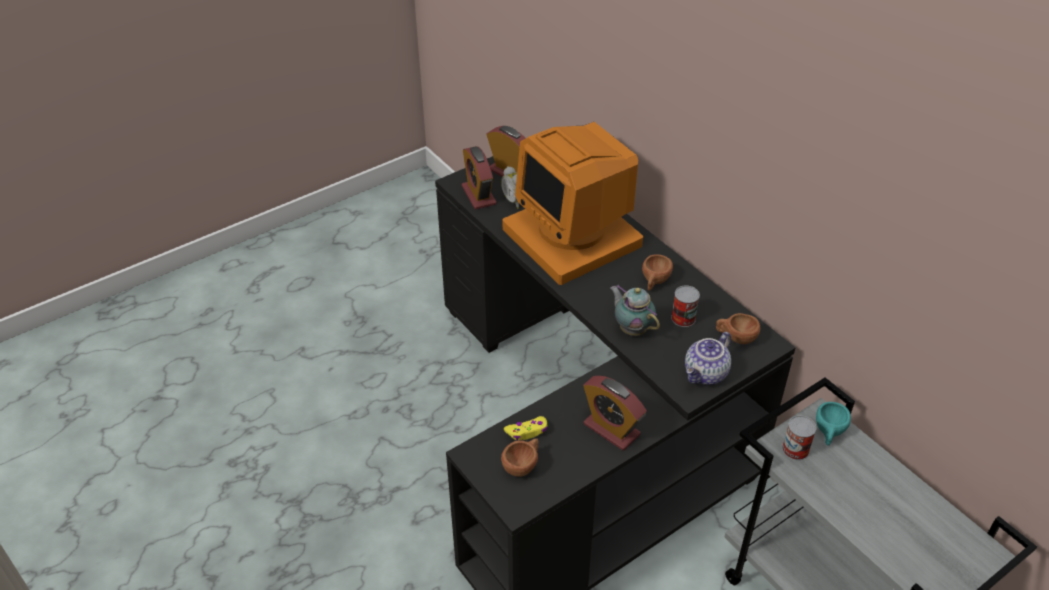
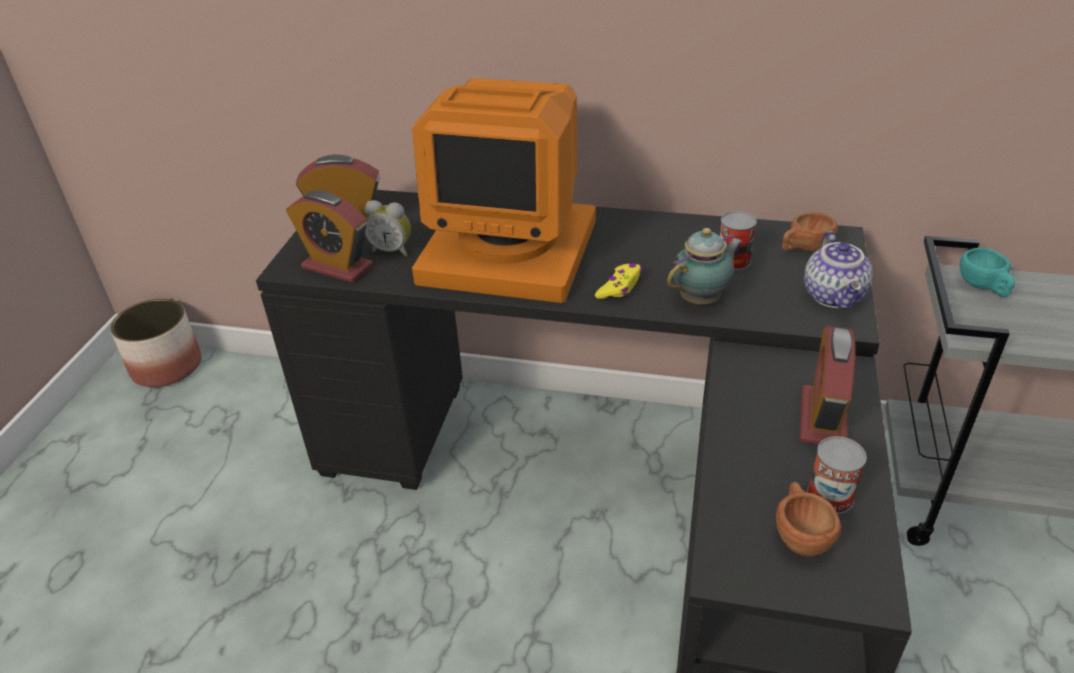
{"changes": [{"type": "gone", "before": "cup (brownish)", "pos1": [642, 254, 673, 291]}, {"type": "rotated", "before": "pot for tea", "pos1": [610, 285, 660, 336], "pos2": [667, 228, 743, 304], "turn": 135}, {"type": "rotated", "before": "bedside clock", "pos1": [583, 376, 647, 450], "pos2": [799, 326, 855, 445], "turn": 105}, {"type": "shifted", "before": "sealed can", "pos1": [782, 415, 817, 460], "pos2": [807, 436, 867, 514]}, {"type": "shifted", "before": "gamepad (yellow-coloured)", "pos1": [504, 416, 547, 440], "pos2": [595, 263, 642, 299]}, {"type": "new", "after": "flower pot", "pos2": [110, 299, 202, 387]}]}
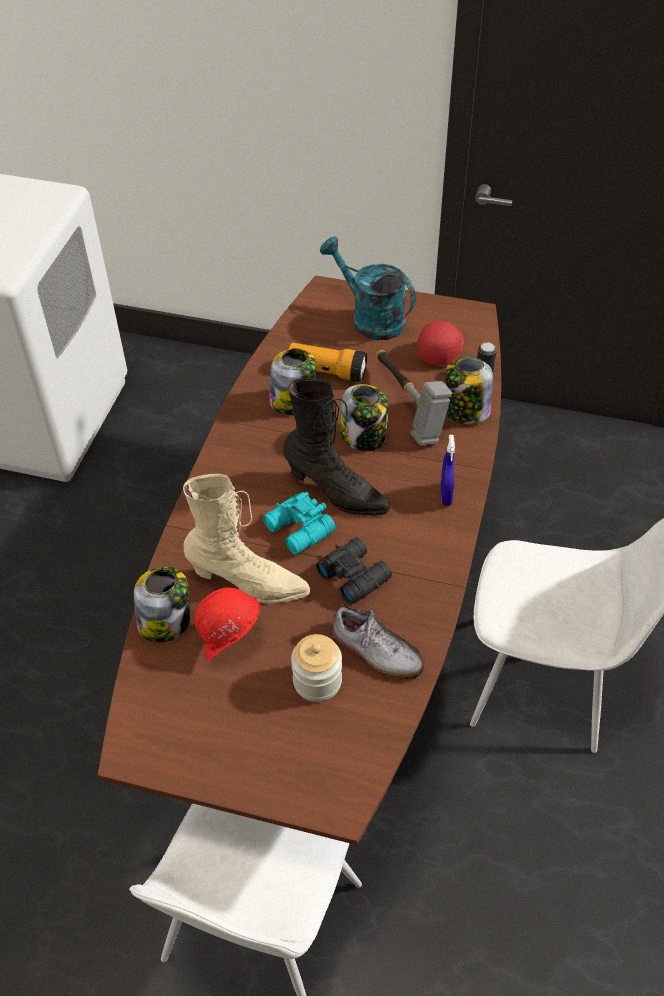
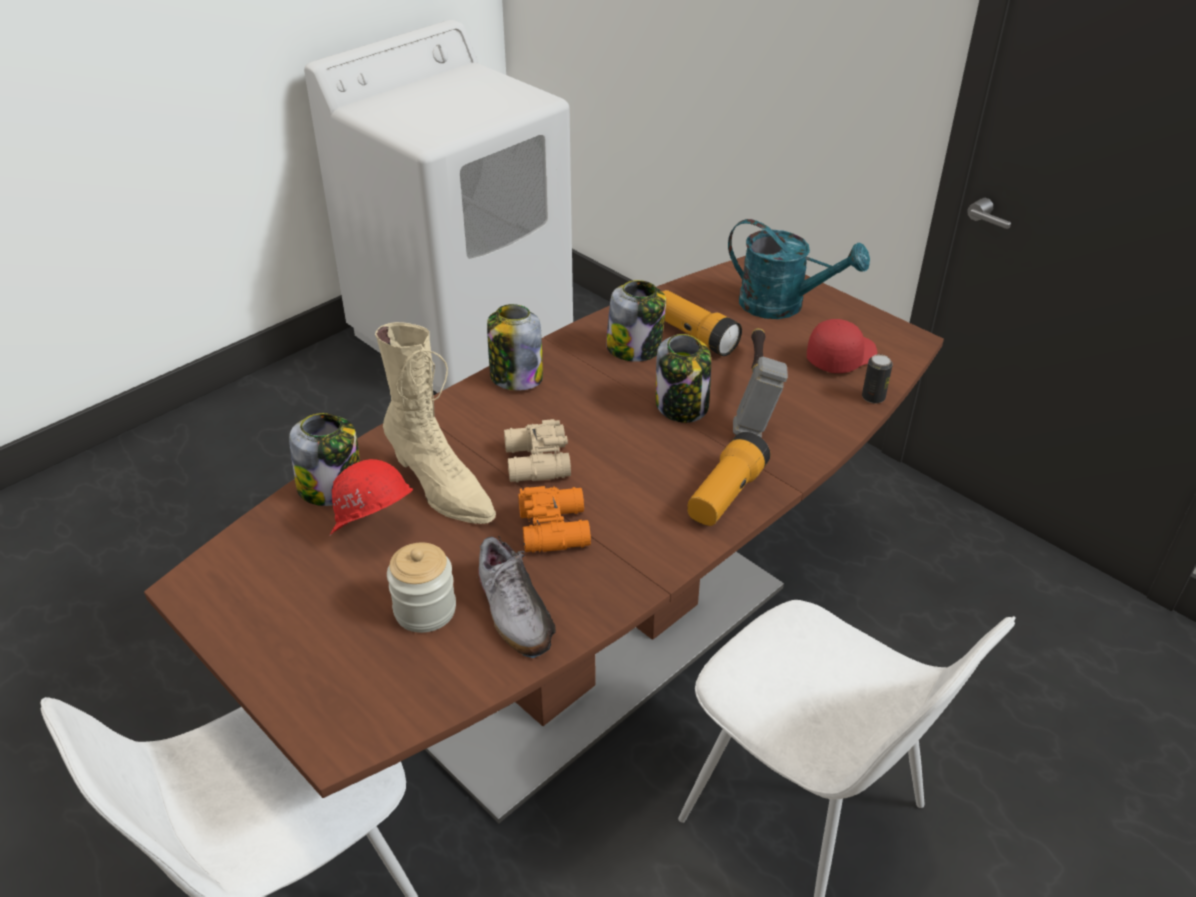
{"changes": [{"type": "rotated", "before": "watering can (turquoise)", "pos1": [320, 236, 416, 340], "pos2": [728, 219, 870, 319], "turn": 135}, {"type": "shifted", "before": "jar", "pos1": [445, 356, 493, 424], "pos2": [487, 304, 543, 391]}, {"type": "gone", "before": "boot (black)", "pos1": [283, 378, 390, 516]}, {"type": "swapped", "before": "hand sprayer (bluish)", "after": "hand torch", "pos1": [441, 435, 455, 506], "pos2": [687, 432, 770, 526]}, {"type": "repainted", "before": "field glasses (turquoise)", "after": "field glasses (sand-coloured)", "pos1": [263, 492, 336, 555], "pos2": [504, 419, 571, 483]}, {"type": "repainted", "before": "field glasses (black)", "after": "field glasses (orange)", "pos1": [316, 538, 392, 604], "pos2": [518, 486, 591, 553]}]}
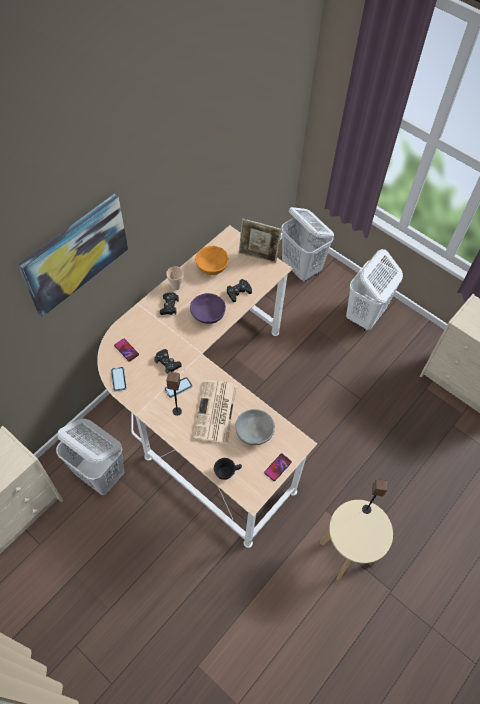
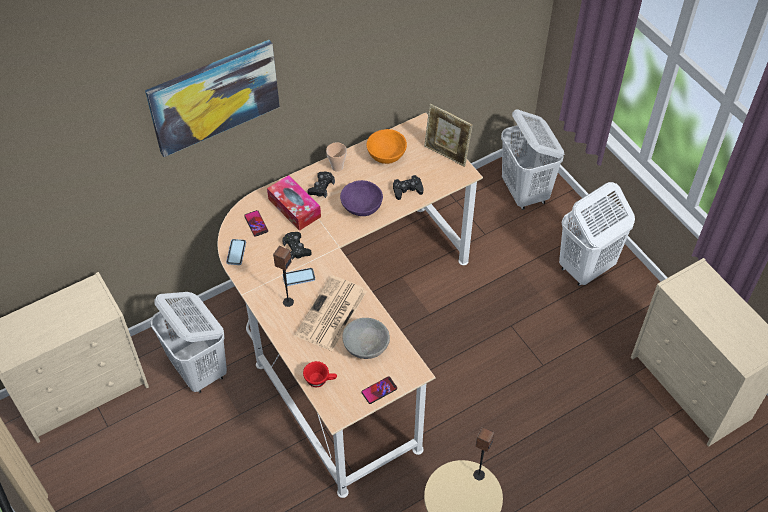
{"changes": [{"type": "repainted", "before": "cup (black)", "after": "cup (red-coloured)", "pos1": [214, 458, 242, 480], "pos2": [303, 361, 337, 387]}, {"type": "new", "after": "tissue holder", "pos2": [267, 175, 321, 231]}]}
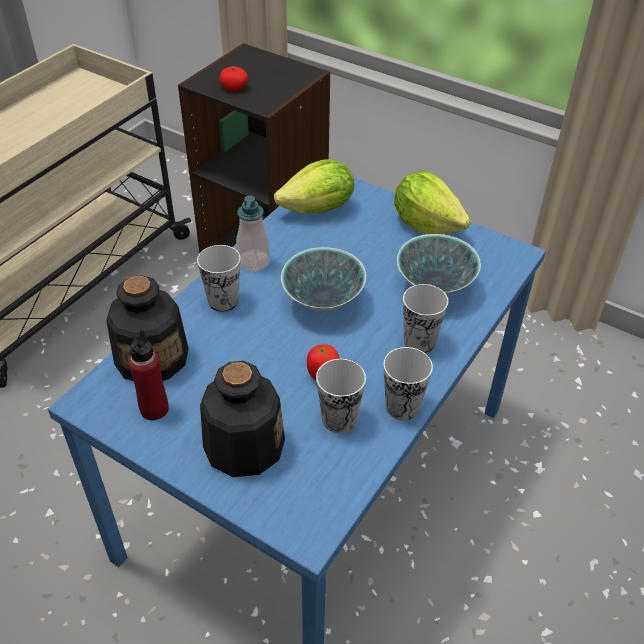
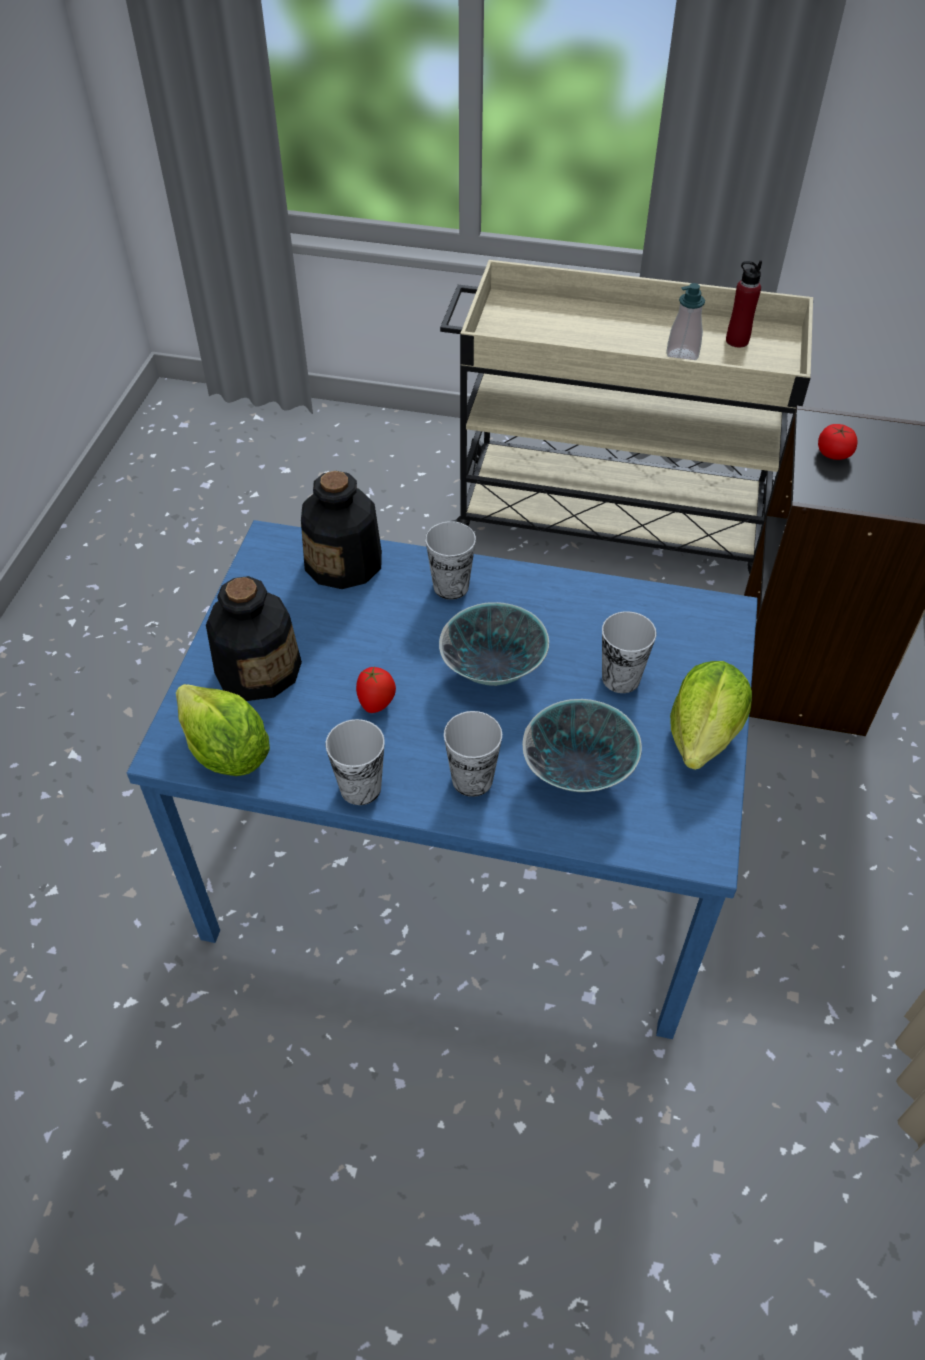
{"changes": [{"type": "shifted", "before": "lettuce", "pos1": [274, 159, 354, 213], "pos2": [176, 684, 270, 776]}, {"type": "shifted", "before": "soap bottle", "pos1": [236, 196, 270, 272], "pos2": [666, 283, 705, 360]}, {"type": "shifted", "before": "bottle (red-coloured)", "pos1": [128, 330, 169, 420], "pos2": [726, 261, 762, 347]}, {"type": "shifted", "before": "cup", "pos1": [316, 359, 366, 433], "pos2": [602, 611, 657, 693]}]}
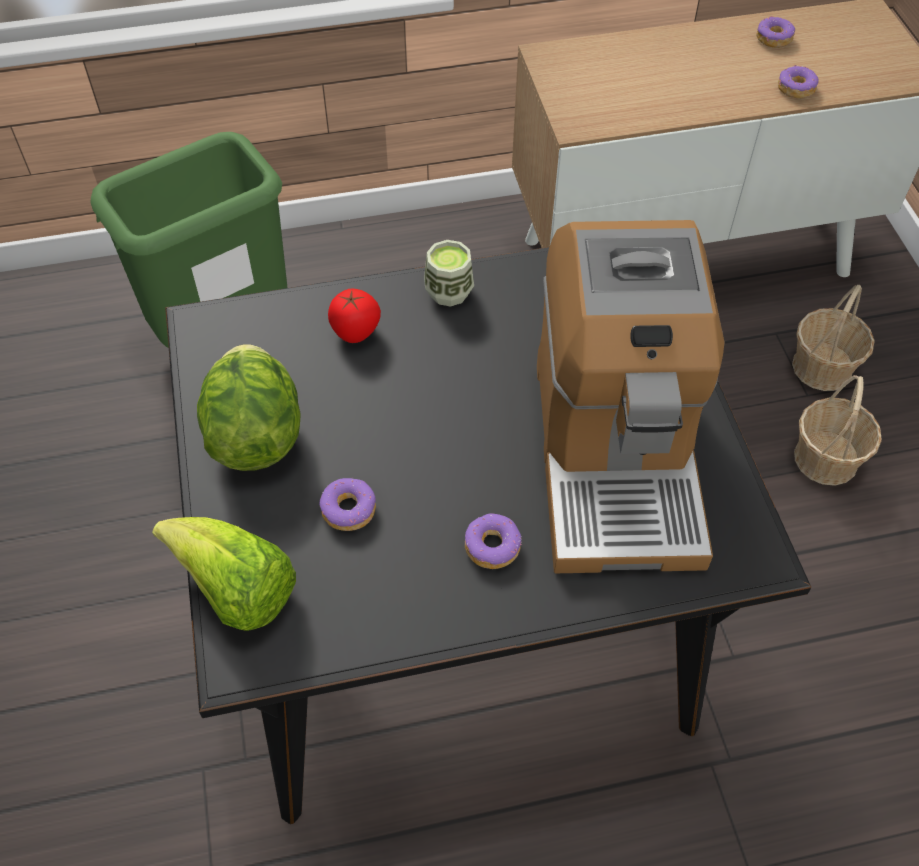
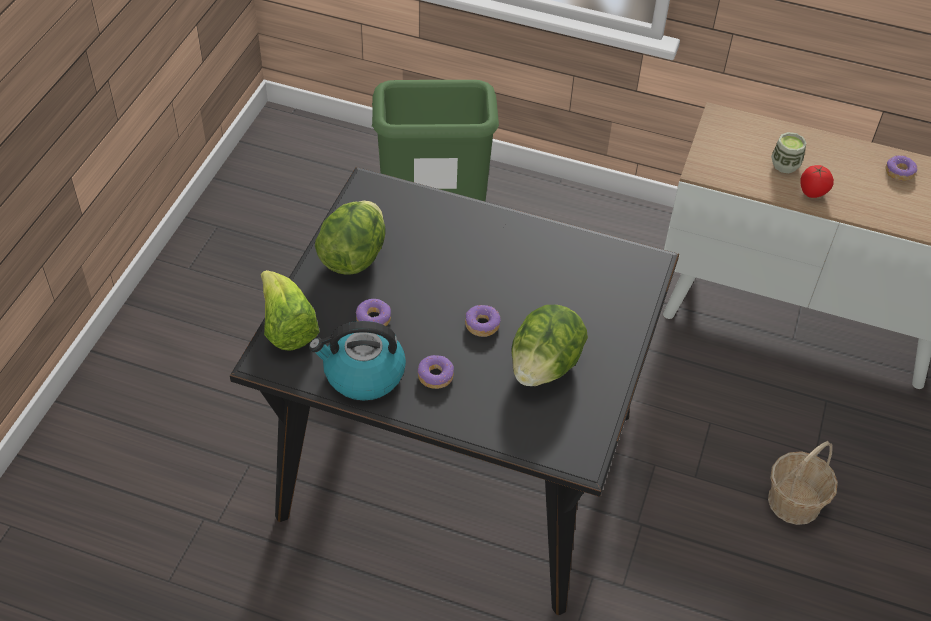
{"changes": [{"type": "shifted", "before": "doughnut", "pos1": [778, 65, 819, 99], "pos2": [465, 305, 501, 337]}, {"type": "swapped", "before": "coffee maker", "after": "lettuce", "pos1": [537, 220, 725, 573], "pos2": [511, 305, 588, 386]}, {"type": "shifted", "before": "cup", "pos1": [424, 240, 474, 307], "pos2": [771, 132, 806, 173]}, {"type": "gone", "before": "storage basket", "pos1": [792, 285, 874, 391]}, {"type": "shifted", "before": "whole tomato", "pos1": [328, 288, 381, 343], "pos2": [800, 165, 834, 198]}, {"type": "new", "after": "water kettle", "pos2": [309, 321, 406, 400]}]}
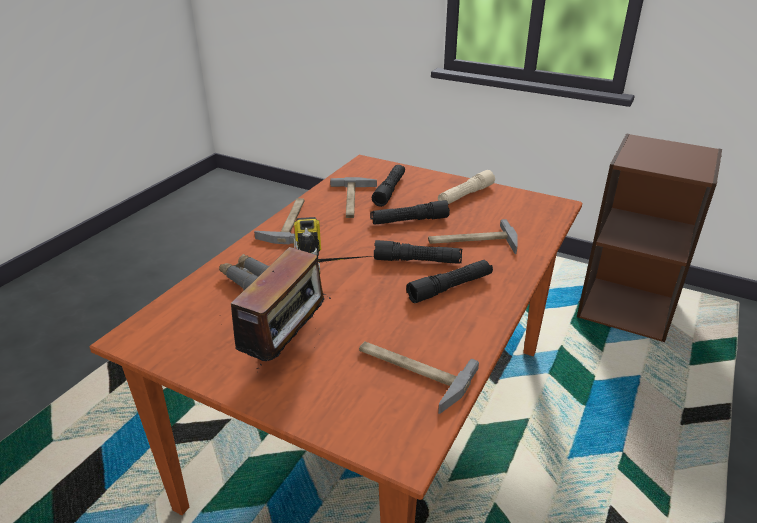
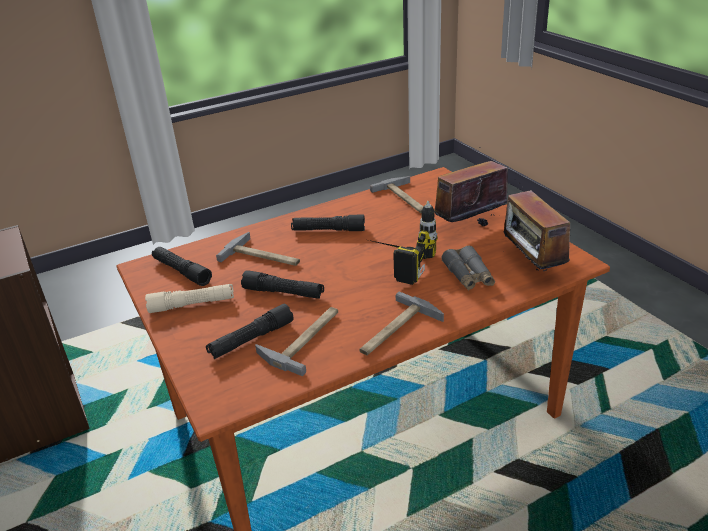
{"changes": [{"type": "shifted", "before": "hand torch (black)", "pos1": [374, 240, 462, 264], "pos2": [152, 247, 212, 286]}, {"type": "new", "after": "radio receiver", "pos2": [504, 190, 571, 273]}]}
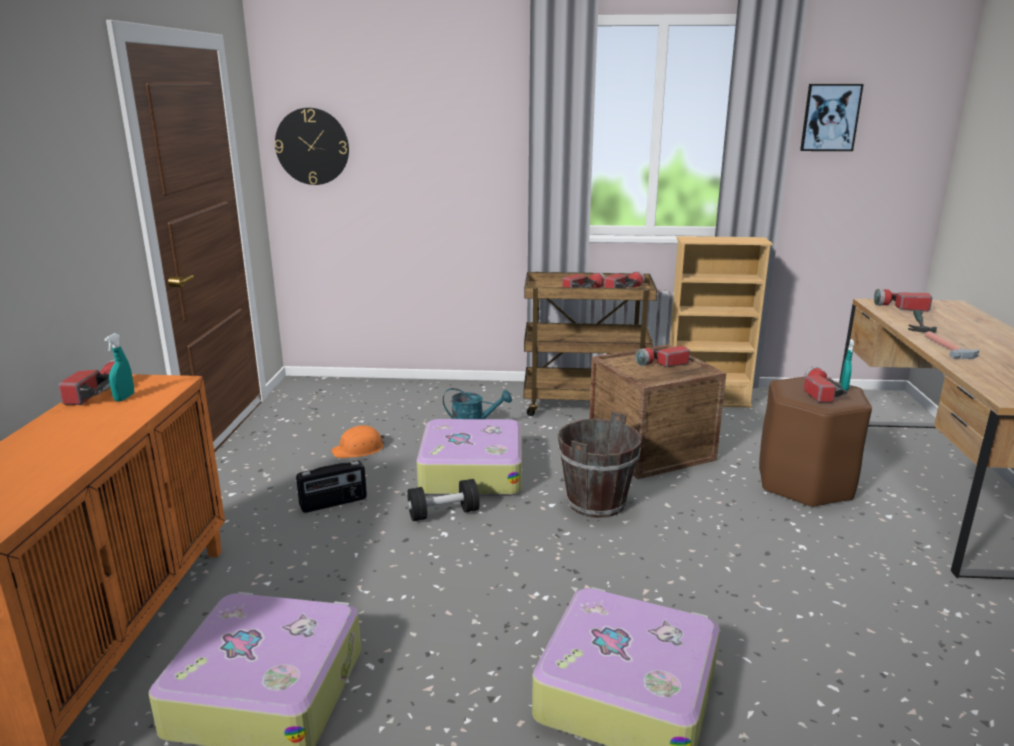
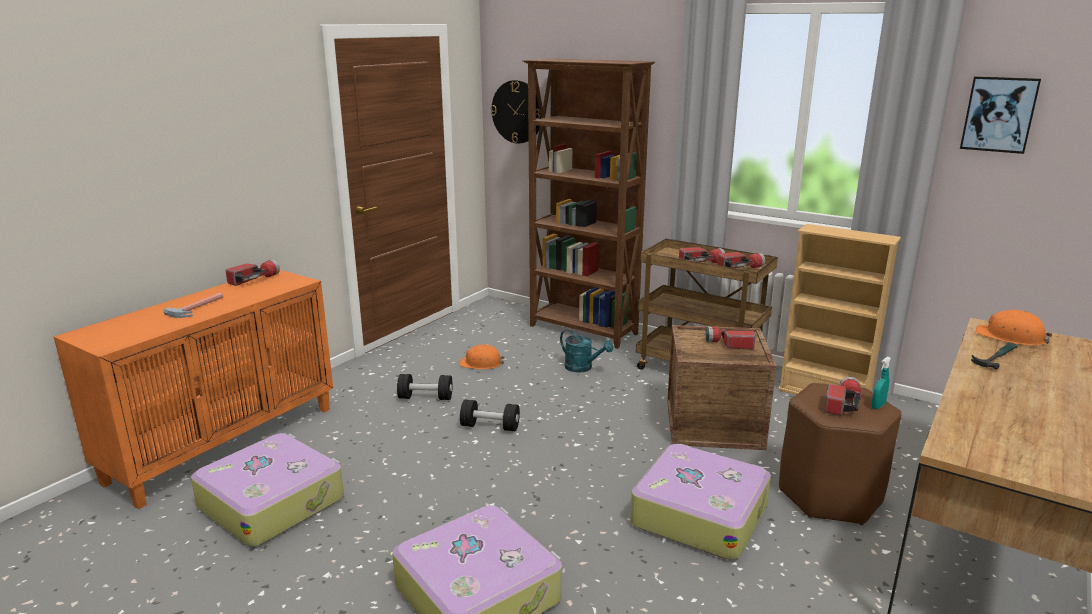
{"changes": [{"type": "swapped", "before": "hand torch", "after": "safety helmet (orange)", "pos1": [874, 289, 932, 312], "pos2": [976, 310, 1052, 346]}, {"type": "shifted", "before": "hammer", "pos1": [925, 331, 979, 359], "pos2": [163, 292, 223, 318]}, {"type": "gone", "before": "hand sprayer (turquoise)", "pos1": [104, 333, 134, 402]}, {"type": "gone", "before": "water bucket (brownish)", "pos1": [558, 411, 642, 518]}, {"type": "shifted", "before": "piece of luggage", "pos1": [417, 419, 522, 496], "pos2": [630, 444, 771, 560]}, {"type": "swapped", "before": "radio receiver", "after": "hand weight (black)", "pos1": [296, 460, 367, 513], "pos2": [397, 374, 453, 400]}, {"type": "new", "after": "bookcase (brownish)", "pos2": [523, 58, 655, 349]}]}
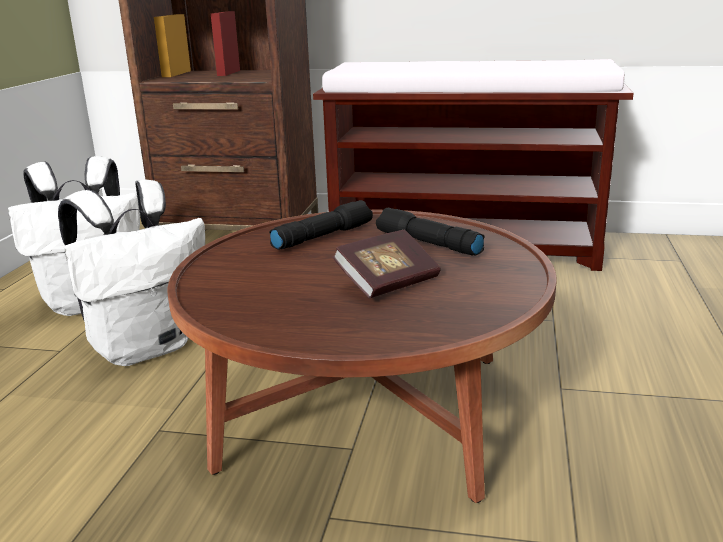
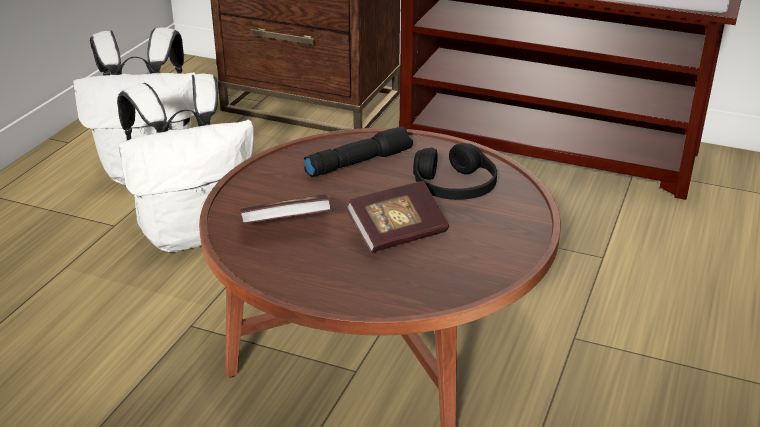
{"changes": [{"type": "swapped", "before": "hand torch (black)", "after": "pair of headphones (black)", "pos1": [376, 208, 485, 256], "pos2": [413, 143, 497, 200]}, {"type": "new", "after": "volume", "pos2": [240, 194, 333, 224]}]}
